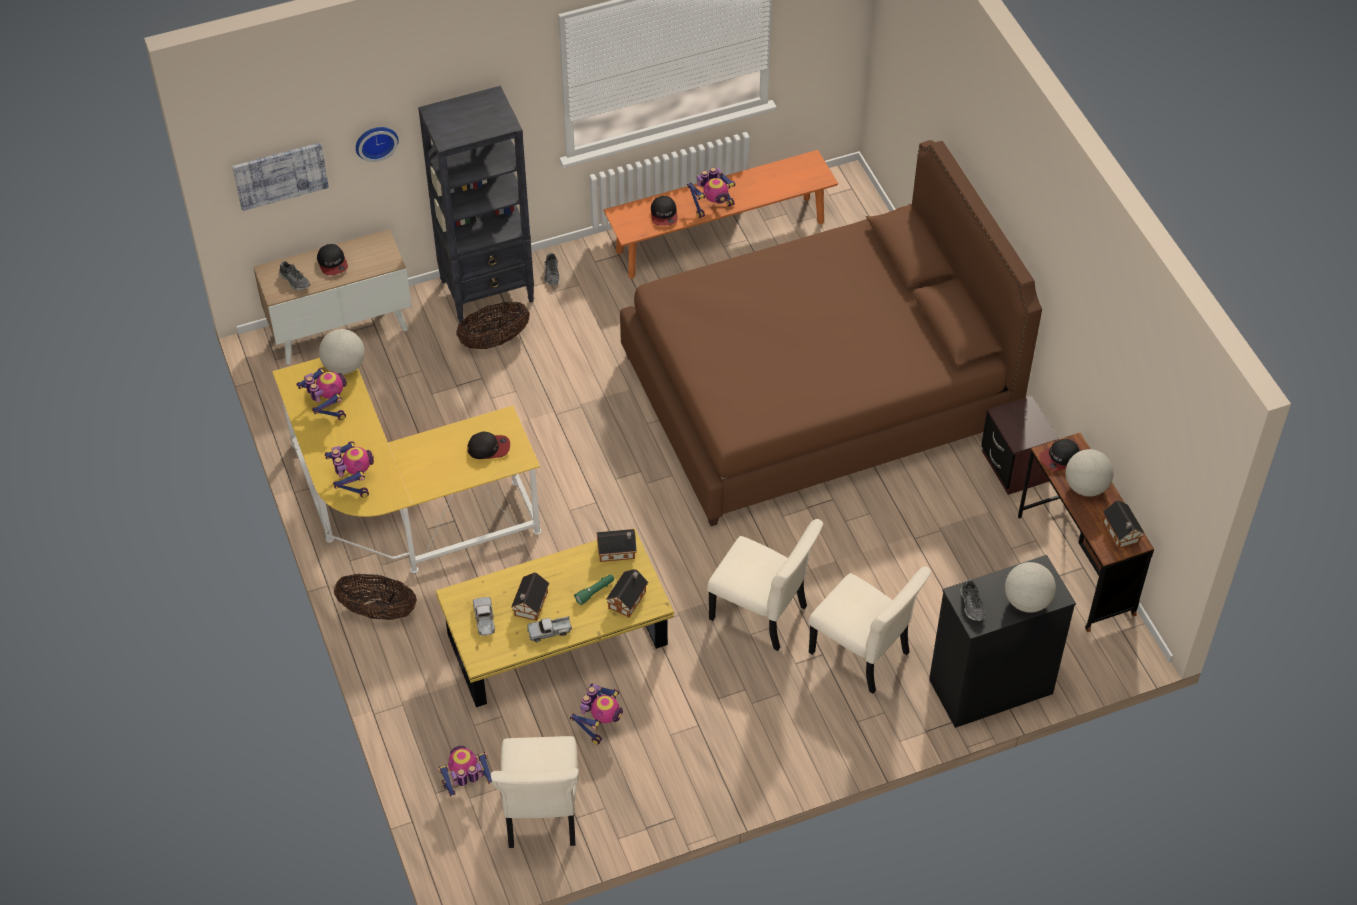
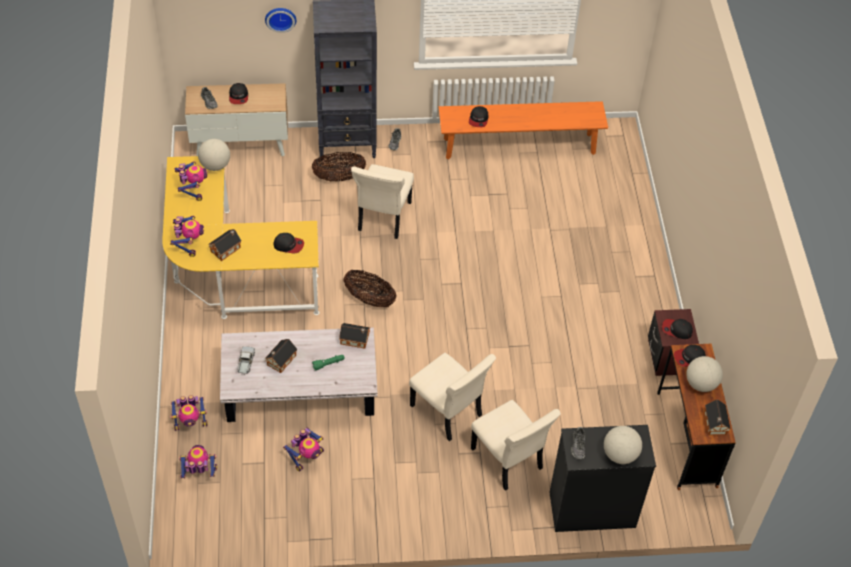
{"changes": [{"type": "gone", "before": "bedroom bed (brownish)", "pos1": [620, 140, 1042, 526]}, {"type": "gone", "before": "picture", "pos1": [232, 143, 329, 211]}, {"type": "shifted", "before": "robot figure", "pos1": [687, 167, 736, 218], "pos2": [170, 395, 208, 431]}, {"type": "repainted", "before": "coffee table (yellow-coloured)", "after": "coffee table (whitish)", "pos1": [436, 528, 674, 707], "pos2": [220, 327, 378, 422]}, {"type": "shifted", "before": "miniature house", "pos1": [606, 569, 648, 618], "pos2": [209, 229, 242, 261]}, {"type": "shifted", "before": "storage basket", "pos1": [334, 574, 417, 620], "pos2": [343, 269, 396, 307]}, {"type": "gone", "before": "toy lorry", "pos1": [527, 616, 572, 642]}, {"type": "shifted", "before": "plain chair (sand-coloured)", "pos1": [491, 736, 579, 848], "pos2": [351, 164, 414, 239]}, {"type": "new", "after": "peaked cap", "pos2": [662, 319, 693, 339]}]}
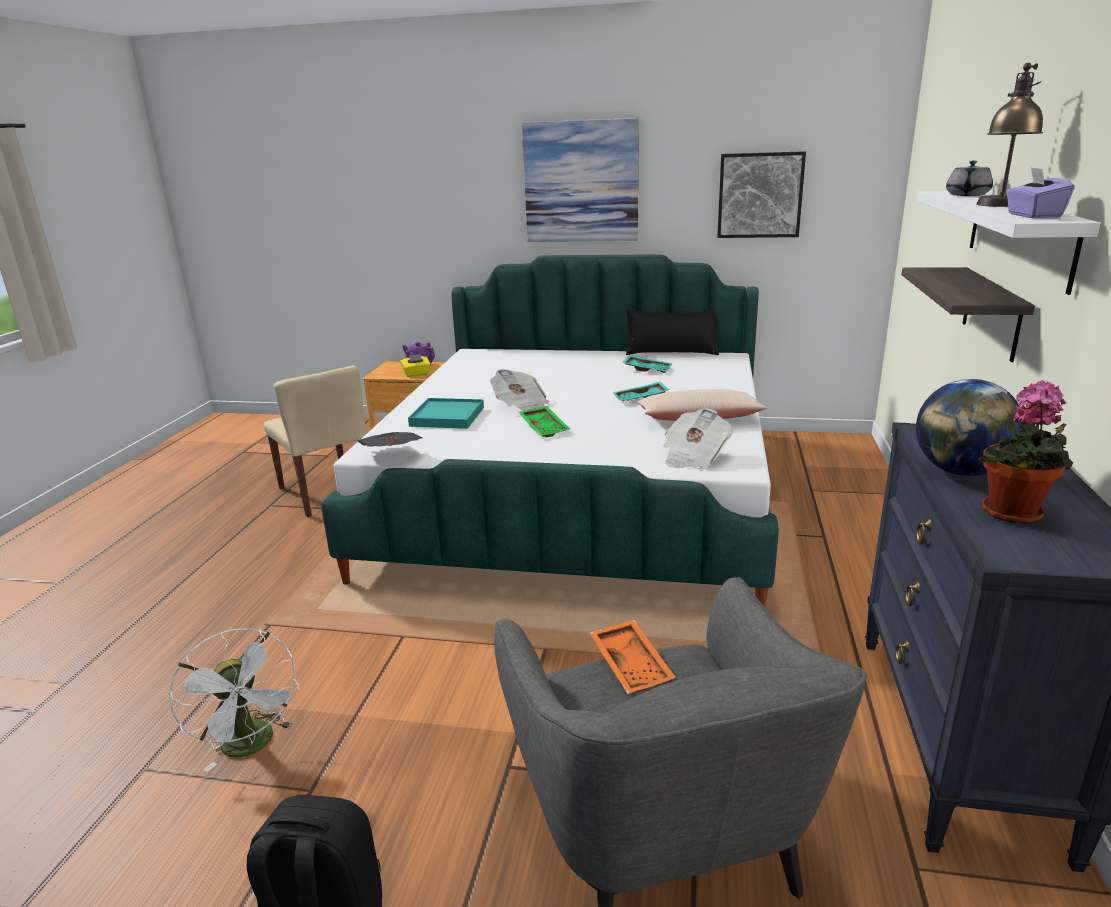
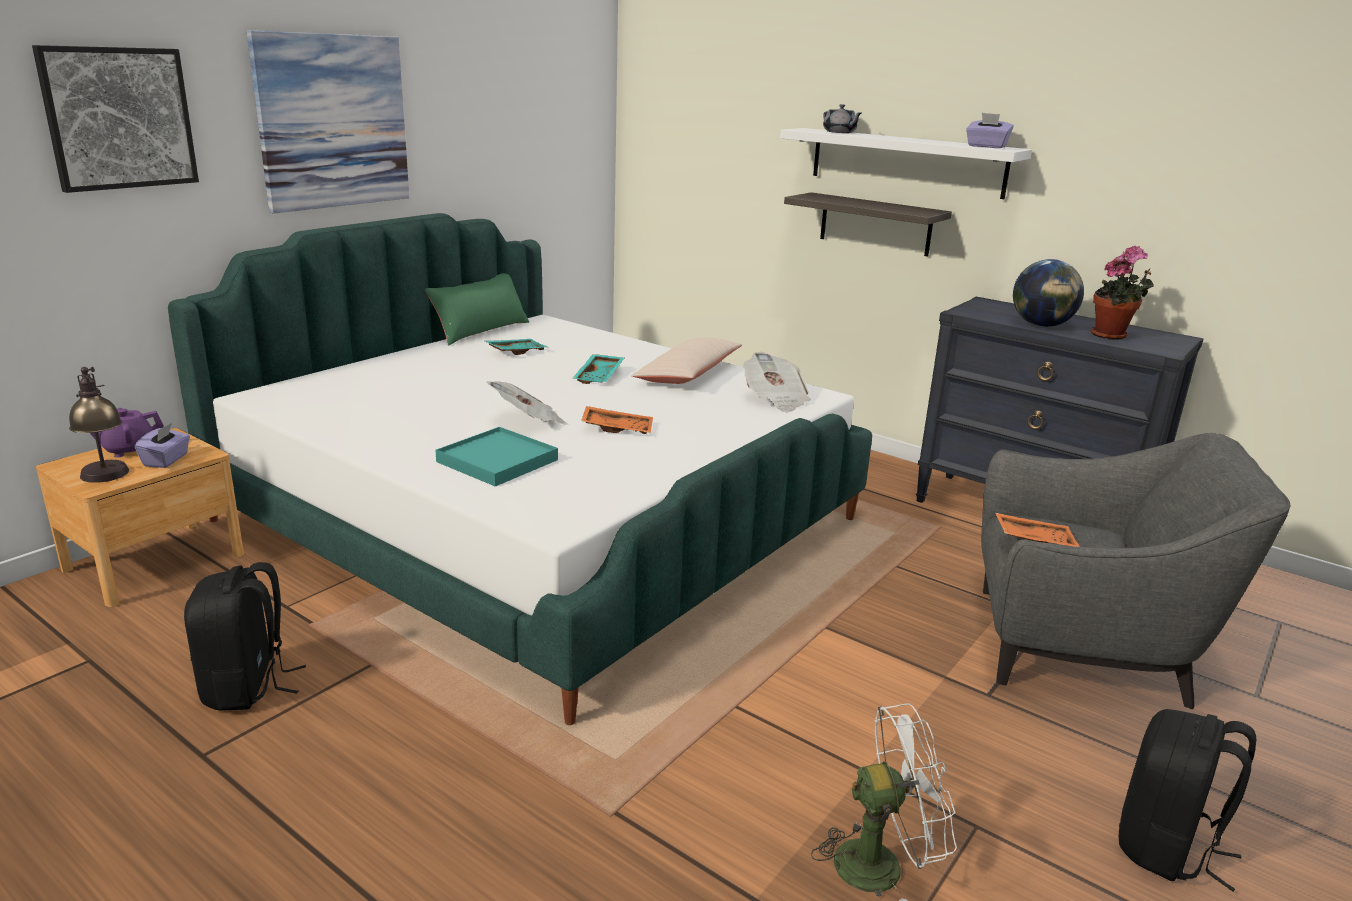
{"changes": [{"type": "shifted", "before": "lamp for a table", "pos1": [976, 63, 1043, 207], "pos2": [69, 367, 129, 483]}, {"type": "shifted", "before": "picture", "pos1": [717, 151, 806, 238], "pos2": [32, 45, 199, 193]}, {"type": "repainted", "before": "throw pillow (black)", "after": "throw pillow (green)", "pos1": [626, 309, 719, 355], "pos2": [425, 273, 529, 346]}, {"type": "repainted", "before": "tissue holder (yellow-coloured)", "after": "tissue holder (purple-coloured)", "pos1": [400, 354, 431, 377], "pos2": [135, 423, 190, 468]}, {"type": "swapped", "before": "plain chair (sand-coloured)", "after": "rucksack (black)", "pos1": [264, 366, 366, 517], "pos2": [184, 562, 306, 711]}, {"type": "repainted", "before": "carrying tray (green)", "after": "carrying tray (orange)", "pos1": [519, 406, 570, 437], "pos2": [581, 406, 653, 434]}, {"type": "gone", "before": "printed paper", "pos1": [355, 432, 423, 447]}]}
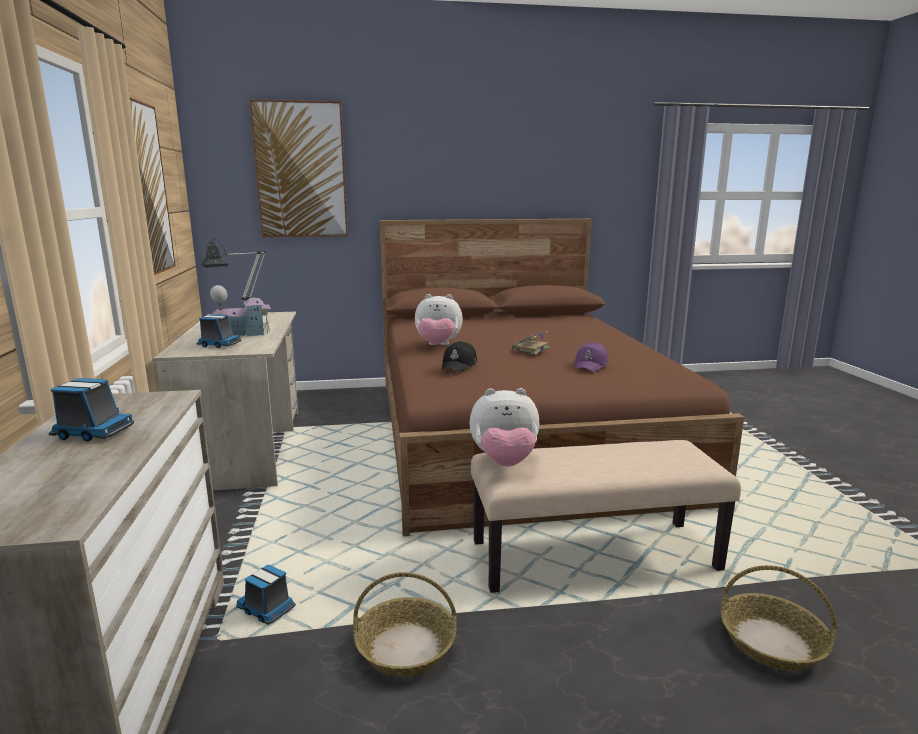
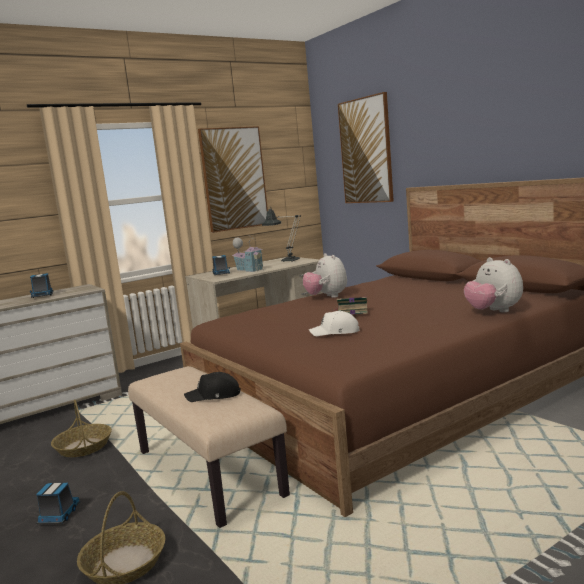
{"changes": [{"type": "shifted", "before": "peaked cap (black)", "pos1": [442, 341, 477, 372], "pos2": [184, 372, 241, 402]}, {"type": "repainted", "before": "peaked cap (purple-coloured)", "after": "peaked cap (whitish)", "pos1": [575, 342, 608, 372], "pos2": [309, 311, 359, 336]}, {"type": "shifted", "before": "plush toy", "pos1": [470, 388, 539, 467], "pos2": [464, 257, 523, 312]}, {"type": "shifted", "before": "toy lorry", "pos1": [236, 565, 296, 625], "pos2": [36, 483, 80, 525]}]}
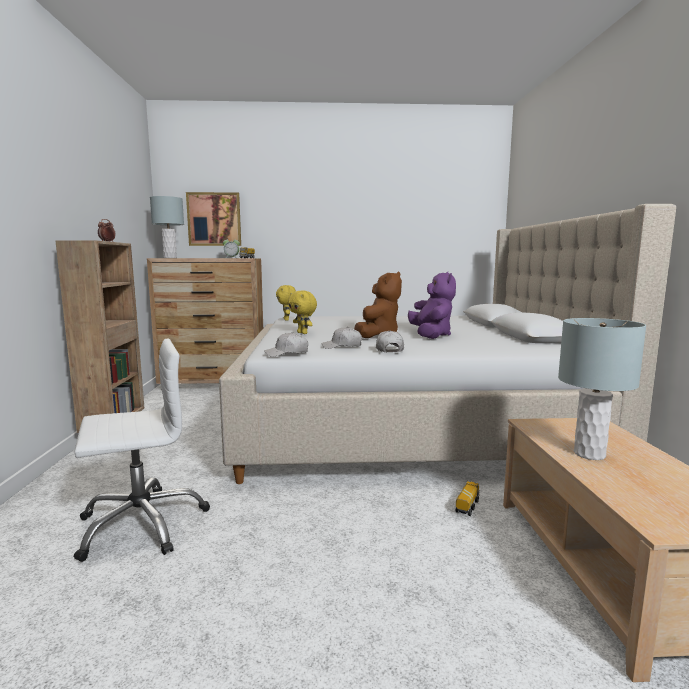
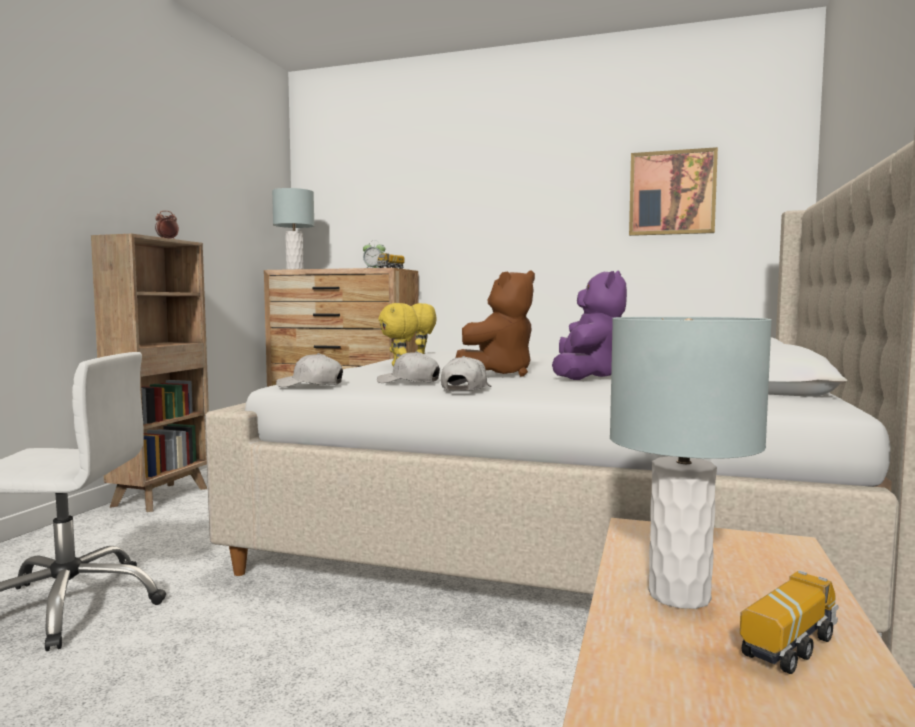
{"changes": [{"type": "shifted", "before": "picture", "pos1": [186, 192, 241, 246], "pos2": [629, 147, 718, 236]}, {"type": "shifted", "before": "toy lorry", "pos1": [456, 481, 480, 516], "pos2": [740, 570, 838, 674]}]}
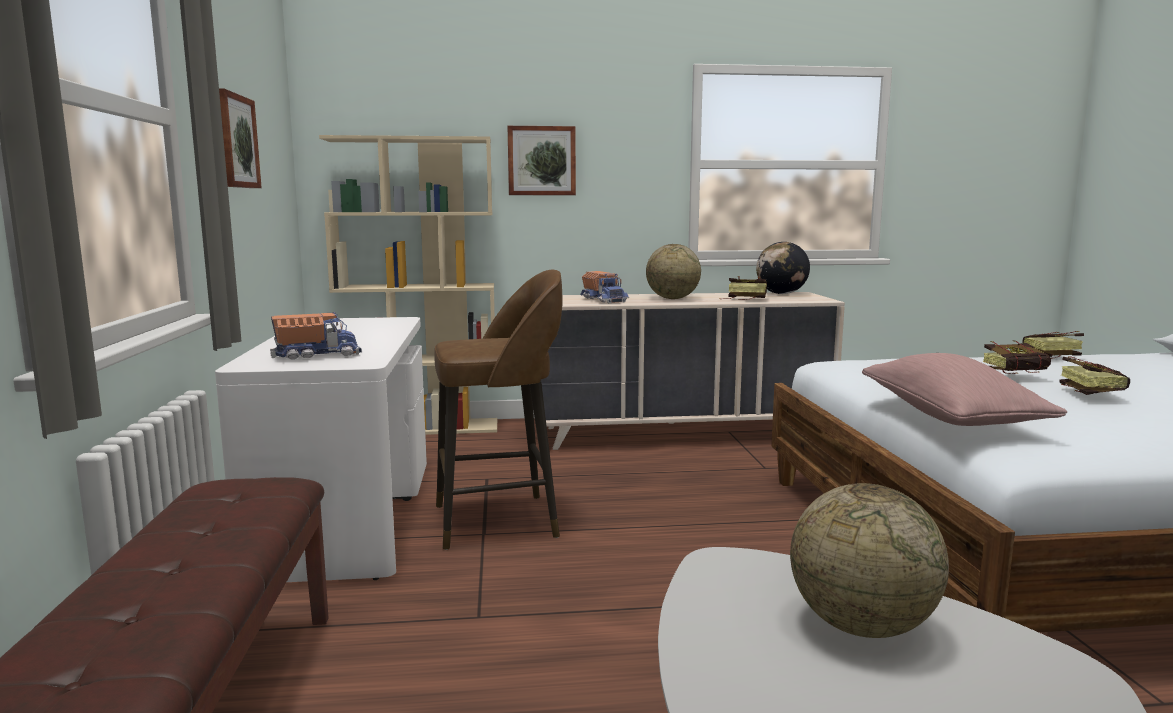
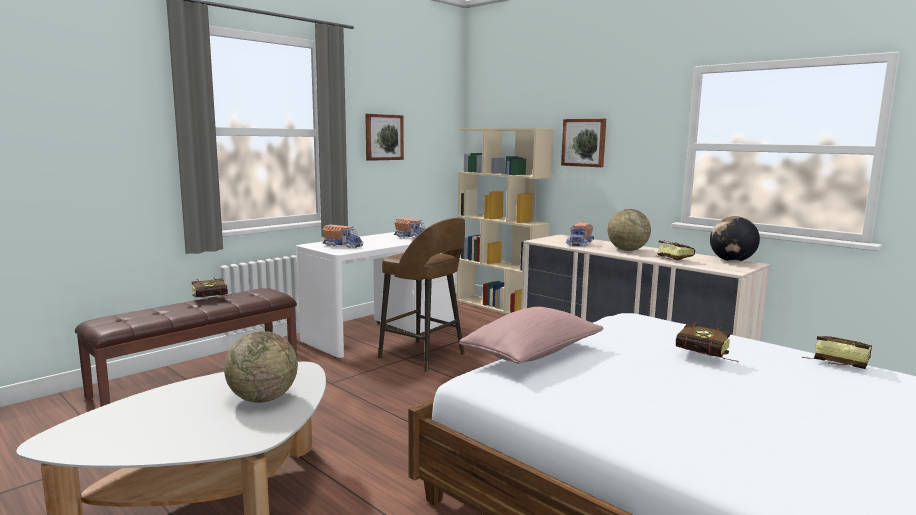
{"changes": [{"type": "shifted", "before": "volume", "pos1": [1060, 356, 1130, 395], "pos2": [192, 277, 229, 298]}, {"type": "new", "after": "toy lorry", "pos2": [394, 218, 425, 239]}]}
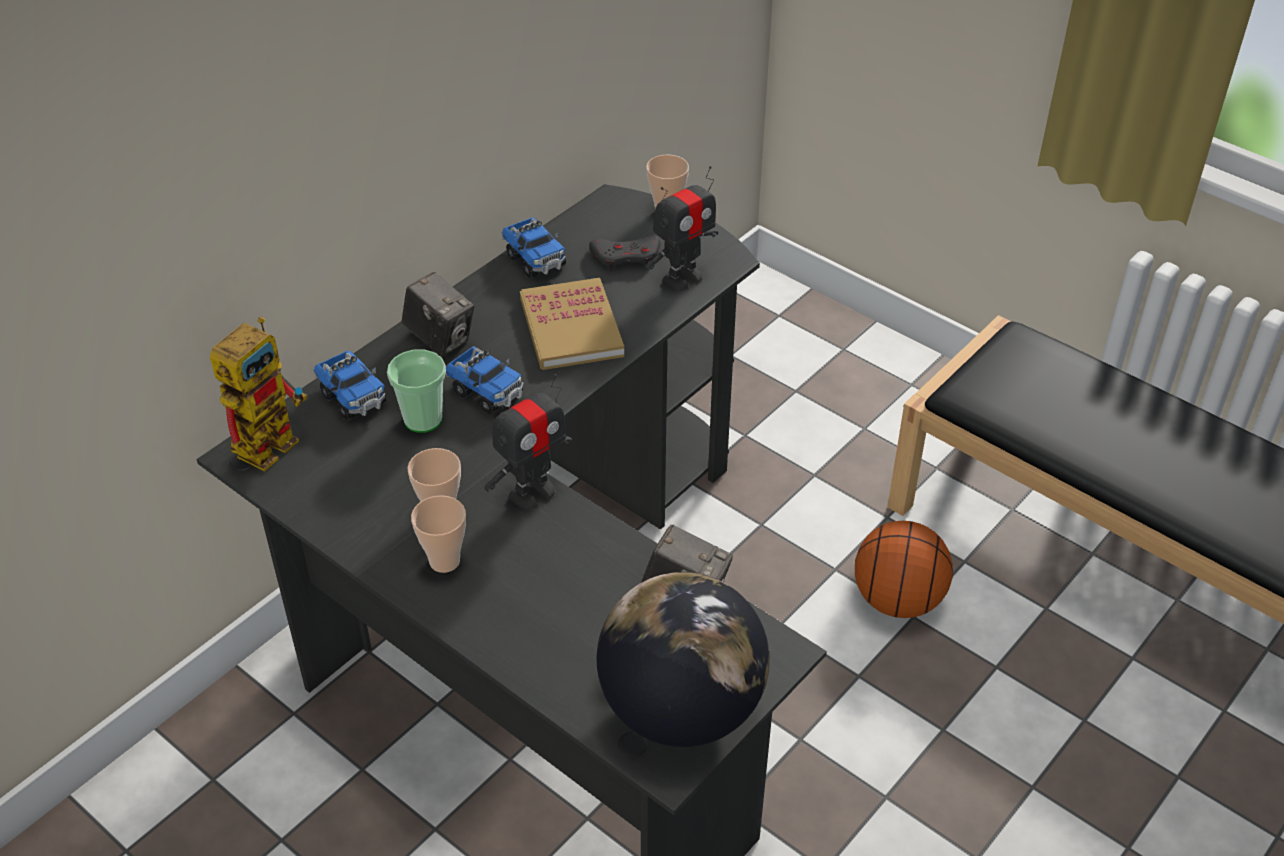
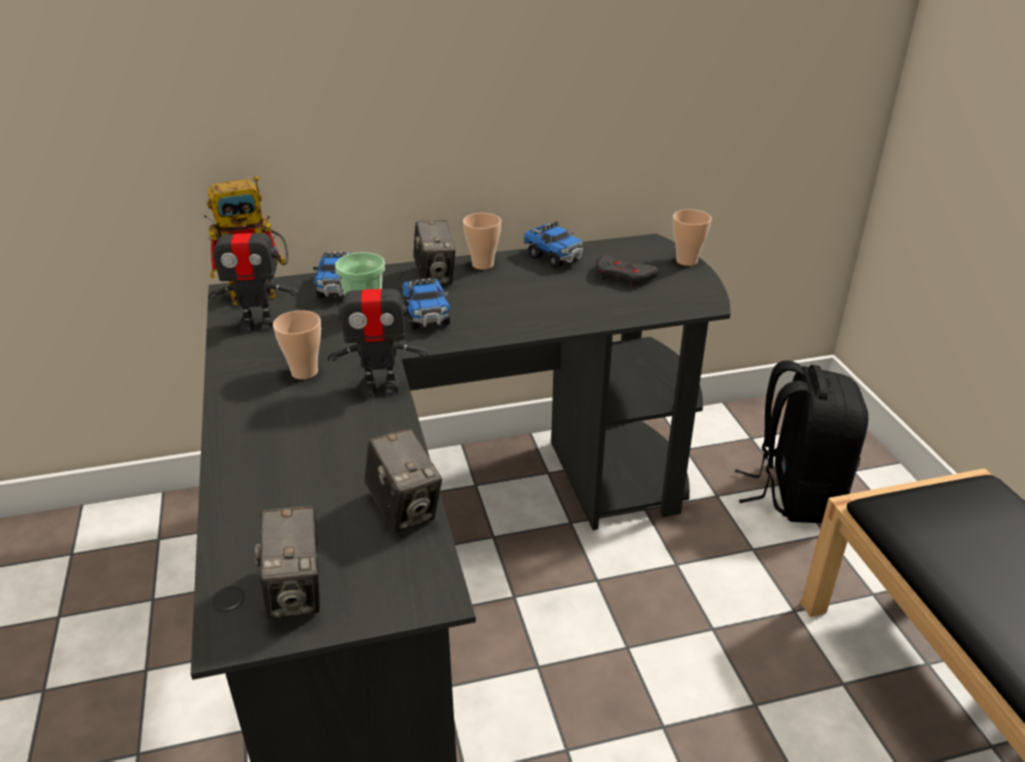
{"changes": [{"type": "shifted", "before": "robot figure", "pos1": [645, 166, 718, 291], "pos2": [204, 215, 299, 333]}, {"type": "rotated", "before": "toy lorry", "pos1": [502, 217, 566, 279], "pos2": [523, 221, 583, 269], "turn": -45}, {"type": "gone", "before": "volume", "pos1": [520, 278, 624, 370]}, {"type": "shifted", "before": "cup", "pos1": [411, 495, 466, 573], "pos2": [463, 213, 501, 270]}, {"type": "gone", "before": "ball for basketball", "pos1": [855, 521, 953, 618]}, {"type": "swapped", "before": "globe", "after": "photo camera", "pos1": [597, 572, 770, 747], "pos2": [255, 506, 320, 619]}, {"type": "new", "after": "rucksack (black)", "pos2": [735, 360, 868, 523]}]}
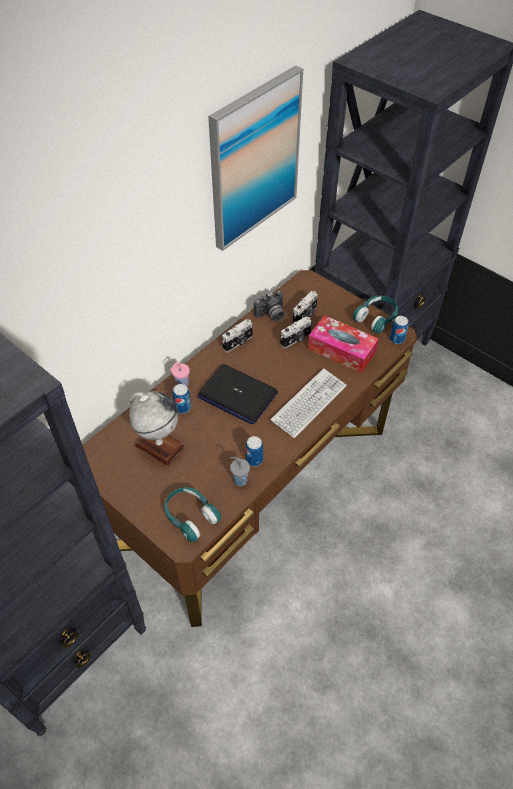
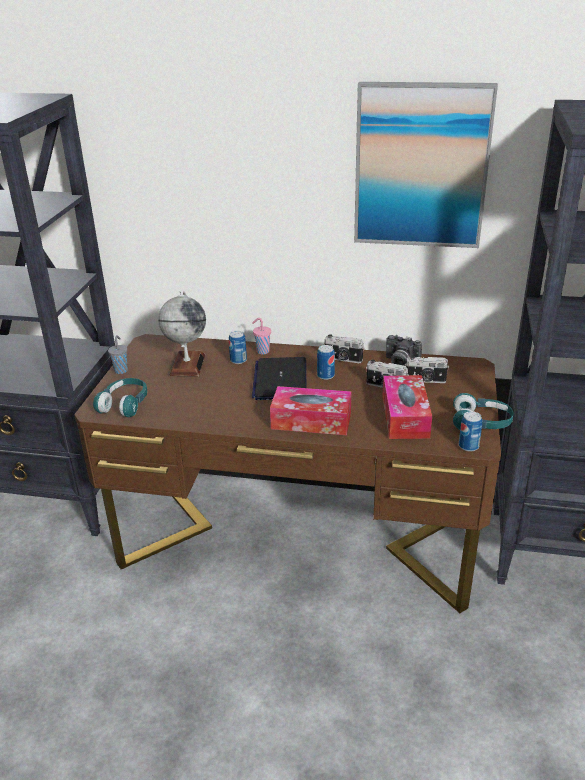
{"changes": [{"type": "swapped", "before": "PC keyboard", "after": "tissue holder", "pos1": [271, 368, 347, 438], "pos2": [270, 386, 351, 435]}, {"type": "shifted", "before": "sealed can", "pos1": [245, 436, 263, 466], "pos2": [317, 345, 335, 380]}, {"type": "shifted", "before": "cup (gray)", "pos1": [230, 457, 250, 486], "pos2": [108, 335, 128, 374]}]}
